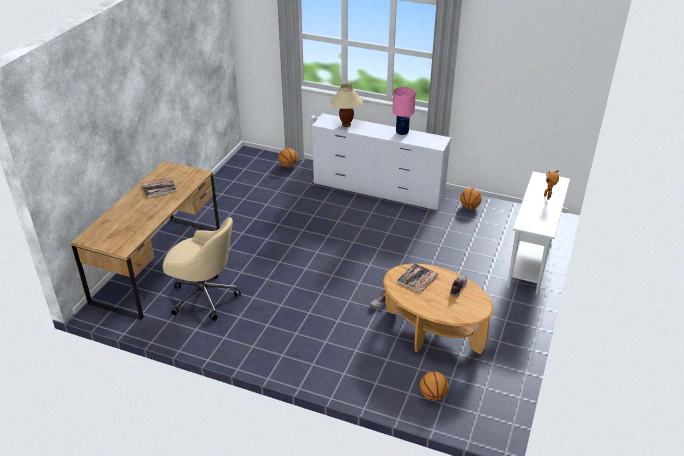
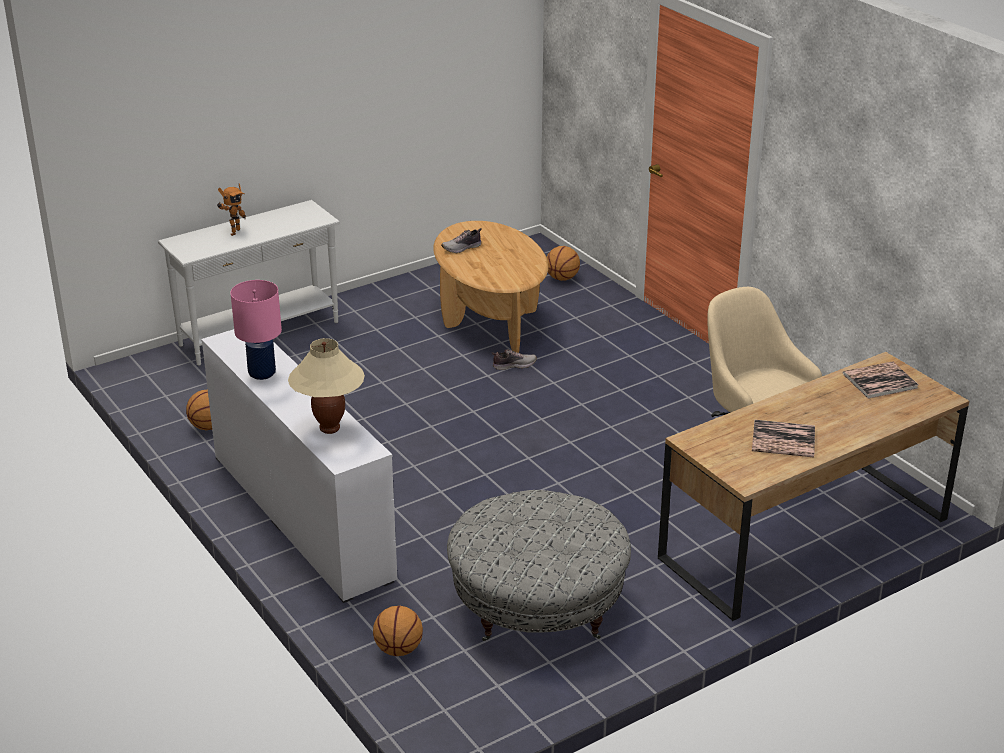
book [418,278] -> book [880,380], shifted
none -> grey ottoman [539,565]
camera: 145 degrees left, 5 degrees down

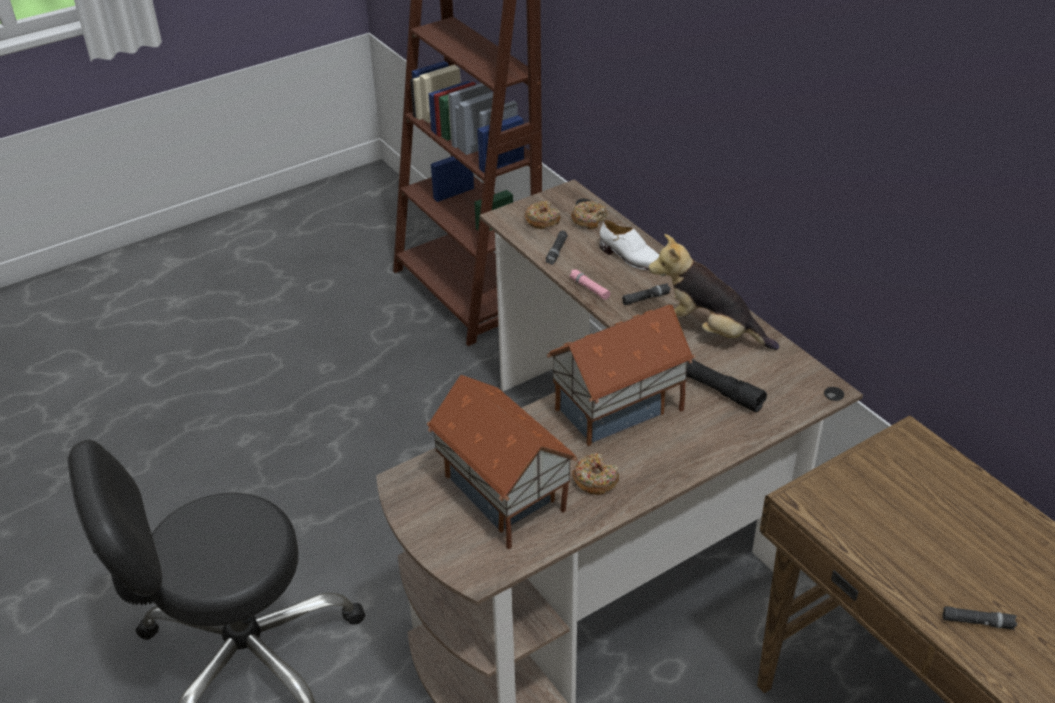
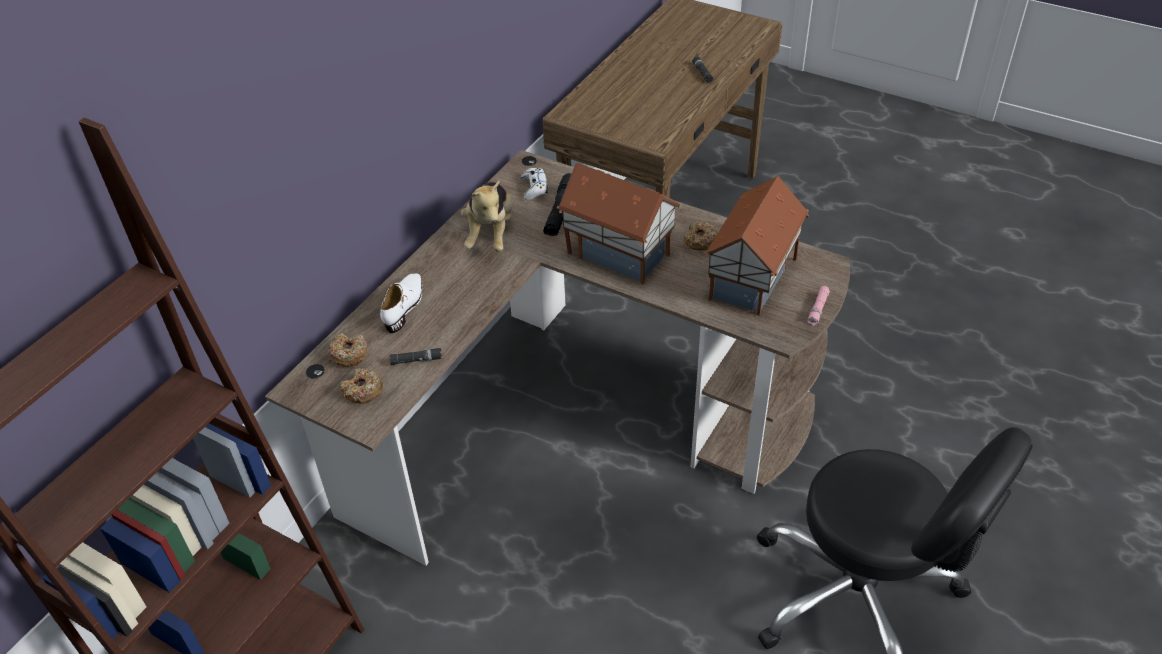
pink flashlight [589,284] -> pink flashlight [819,306], shifted
black flashlight [646,294] -> none
none -> white game controller [534,184]
camera: 115 degrees left, 5 degrees up

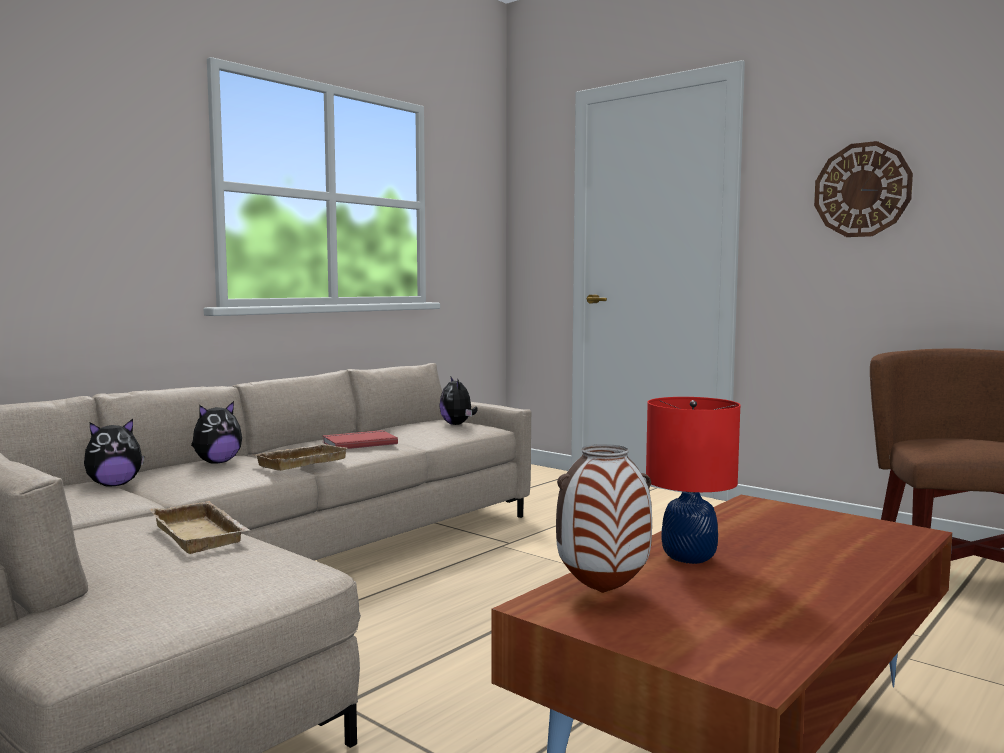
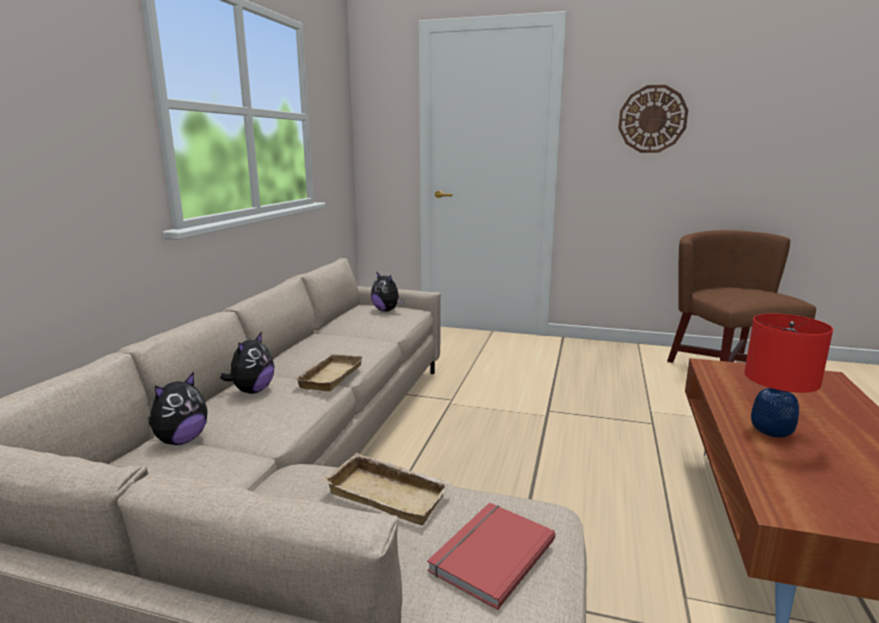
red book [360,439] -> red book [491,556], shifted
vase [604,518] -> none
camera: 25 degrees left, 10 degrees up

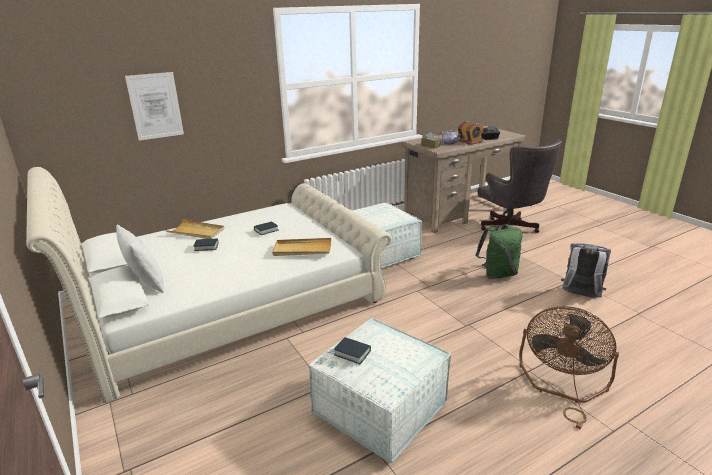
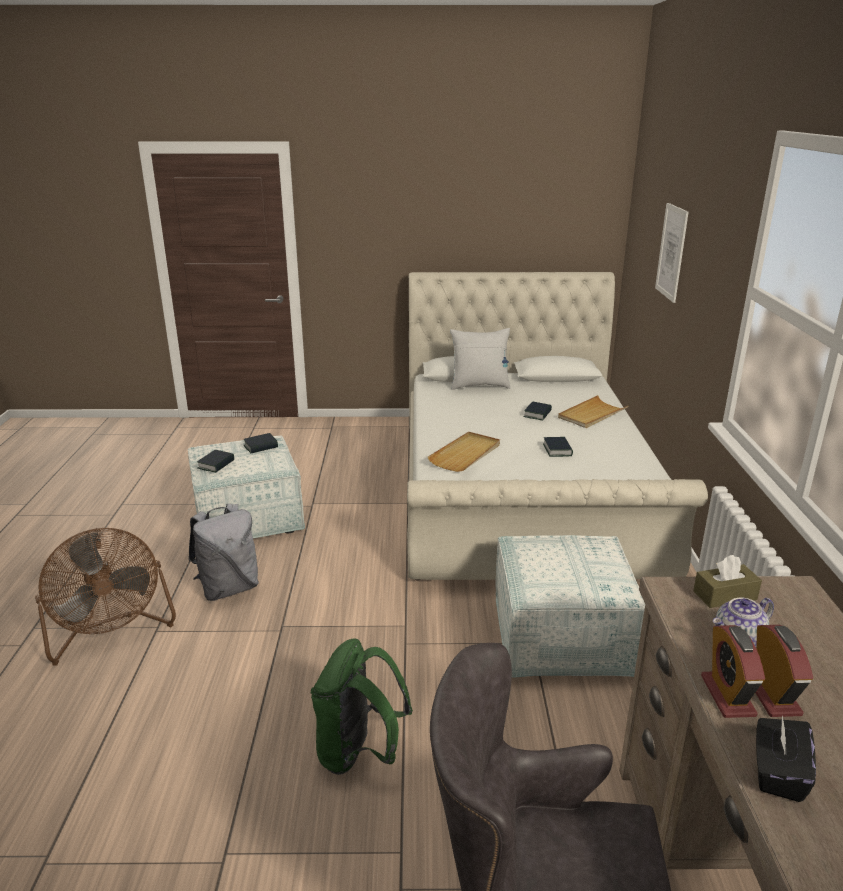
grey backpack [586,270] -> grey backpack [223,552], shifted
none -> book [215,461]
camera: 120 degrees right, 0 degrees up

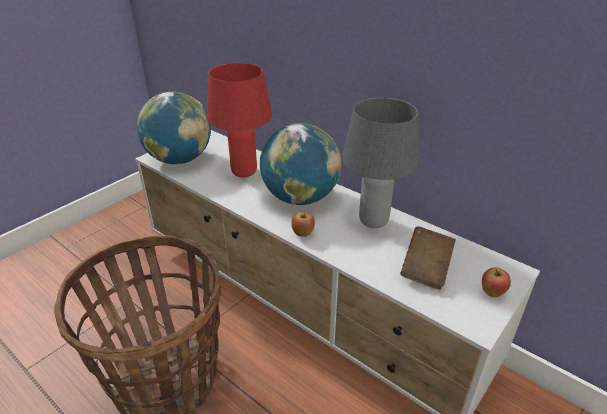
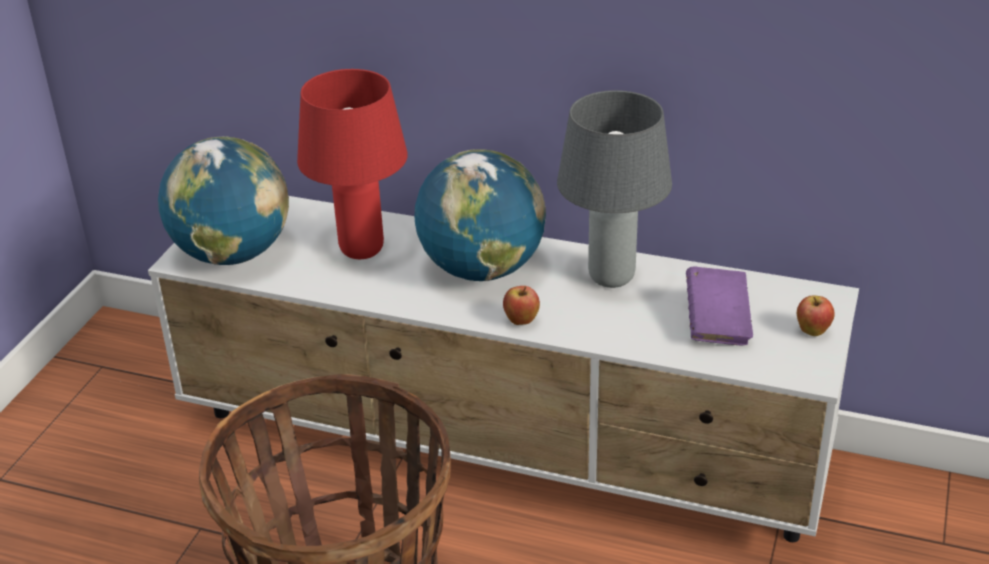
brown book [428,258] -> purple book [719,305]
camera: 20 degrees left, 0 degrees up

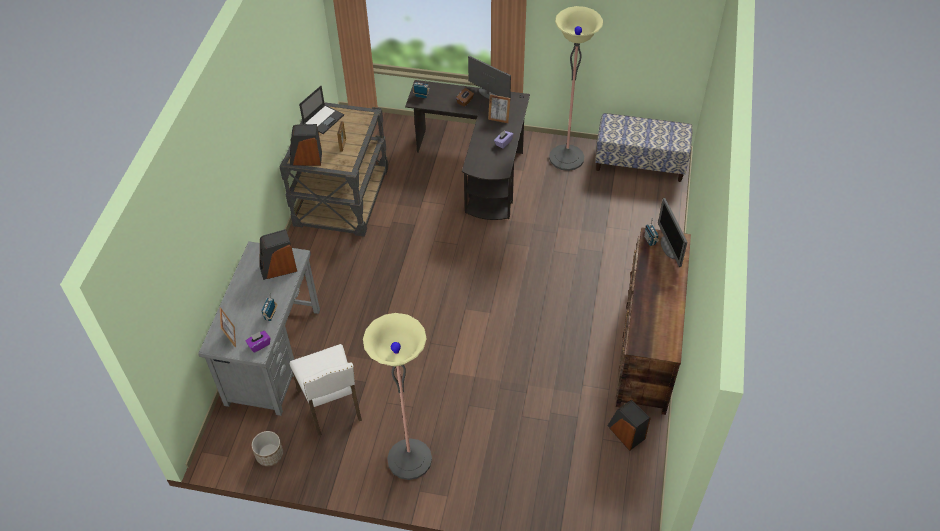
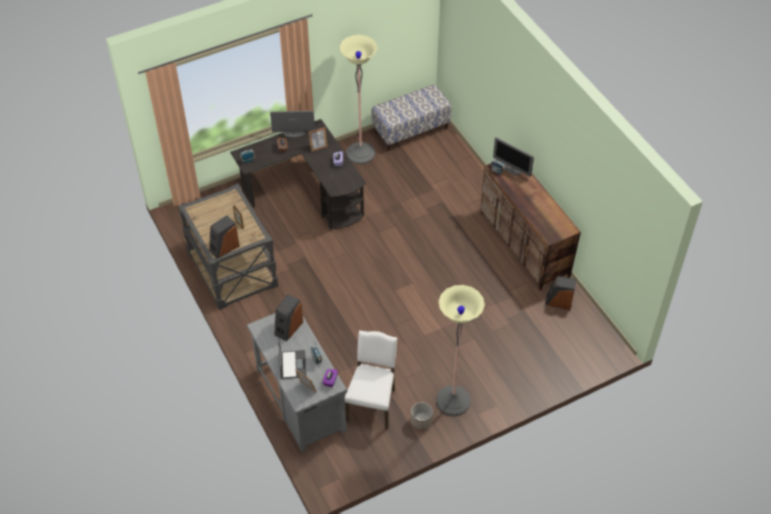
planter [267,448] -> planter [422,416], shifted
white chair [326,390] -> white chair [371,379], 105 degrees counterclockwise
laptop [321,110] -> laptop [292,359], shifted
camera: 40 degrees left, 0 degrees up

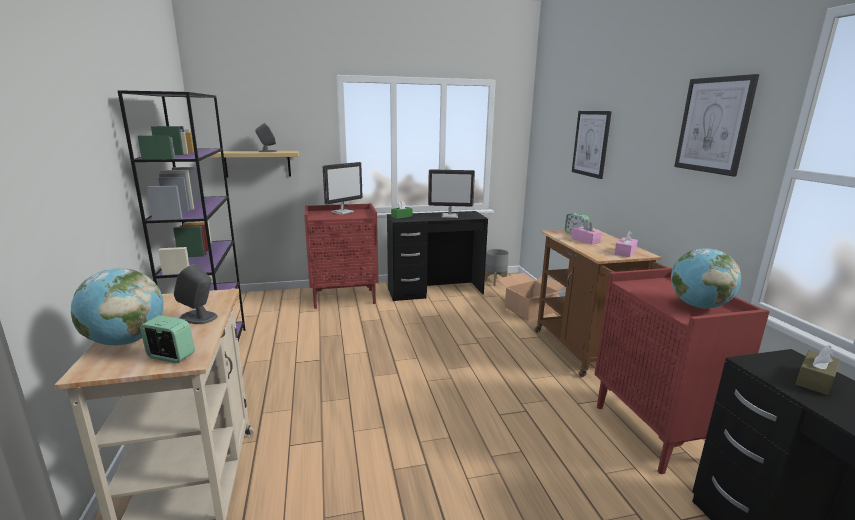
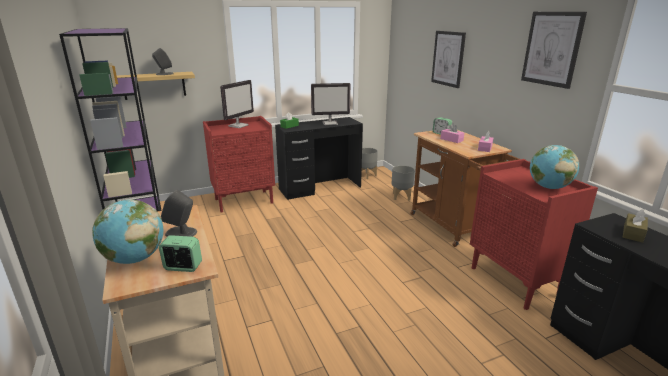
cardboard box [531,296] -> grey planter [403,183]
camera: 10 degrees left, 5 degrees up

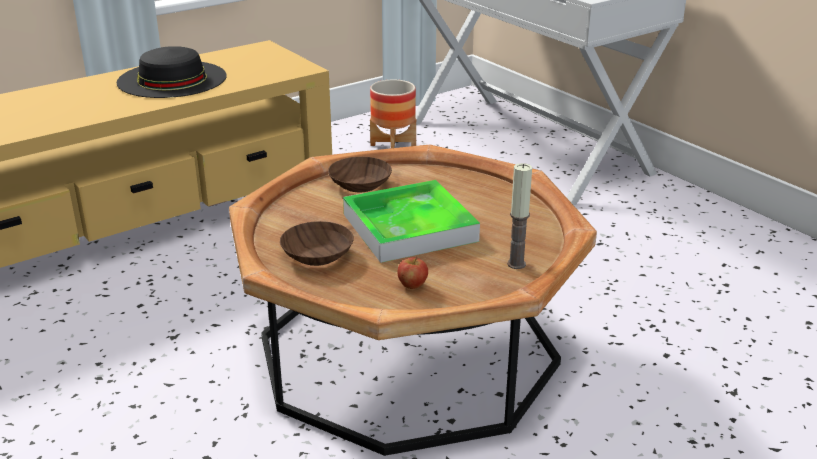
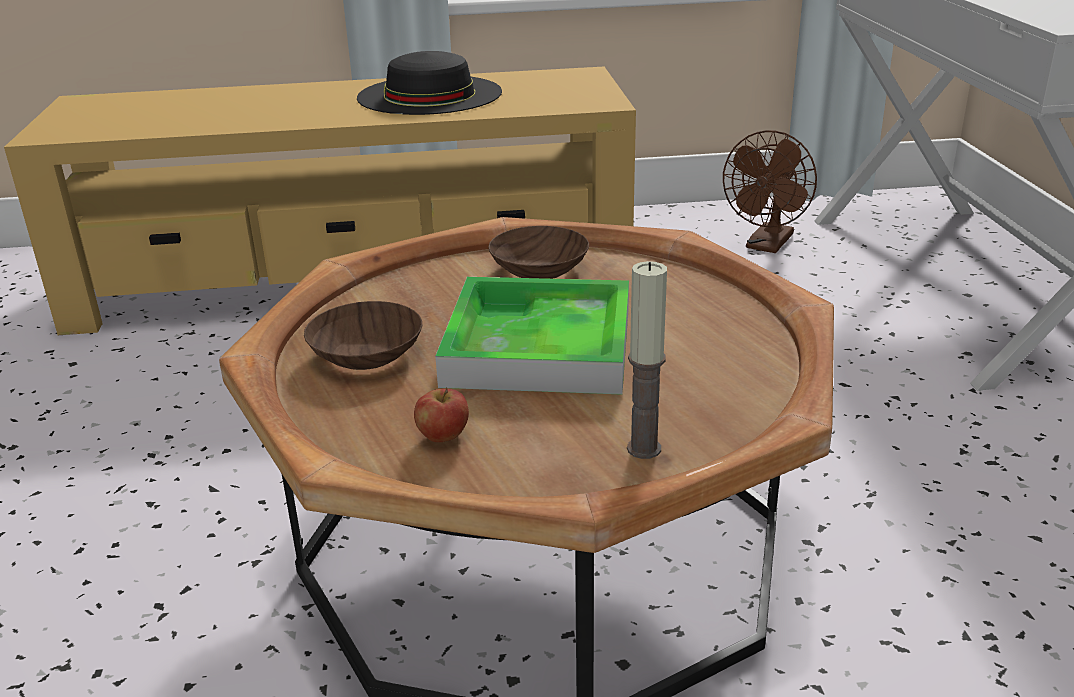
planter [393,114] -> brown fan [770,191]
camera: 30 degrees right, 0 degrees up

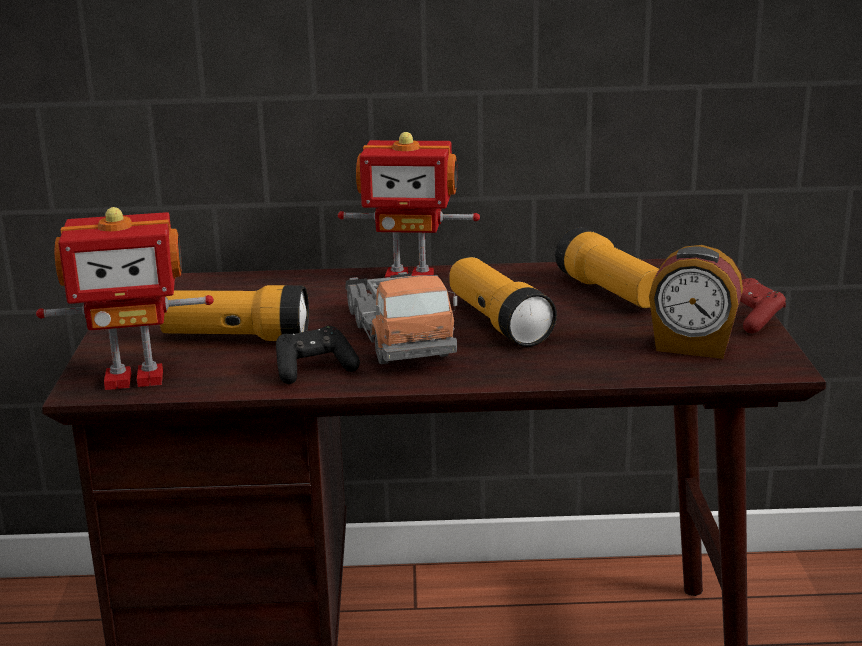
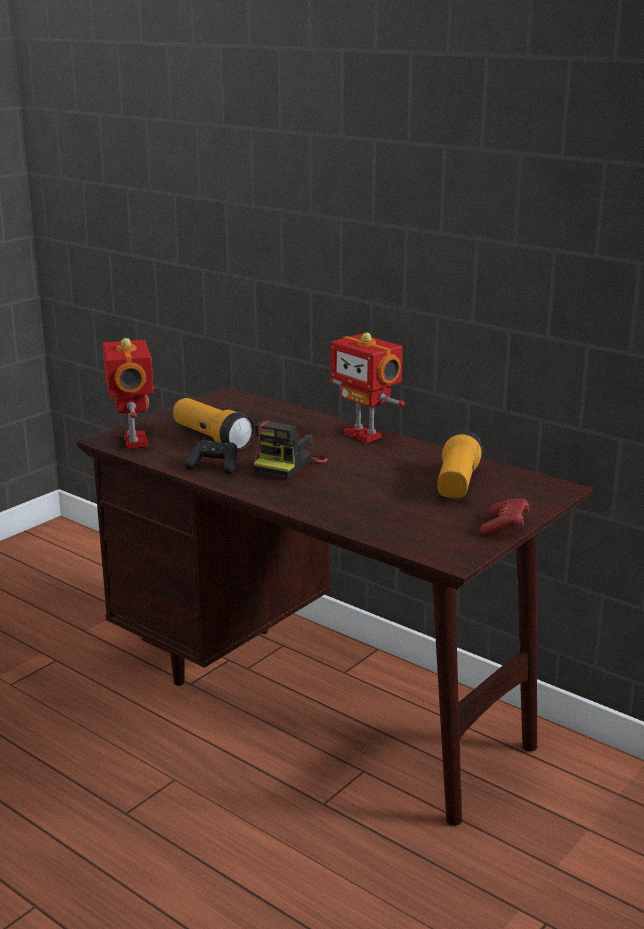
toy robot [125,298] -> toy robot [128,393], 135 degrees counterclockwise
toy truck [401,318] -> photo camera [291,450]
flashlight [503,302] -> none
alarm clock [696,302] -> none
camera: 40 degrees right, 0 degrees up

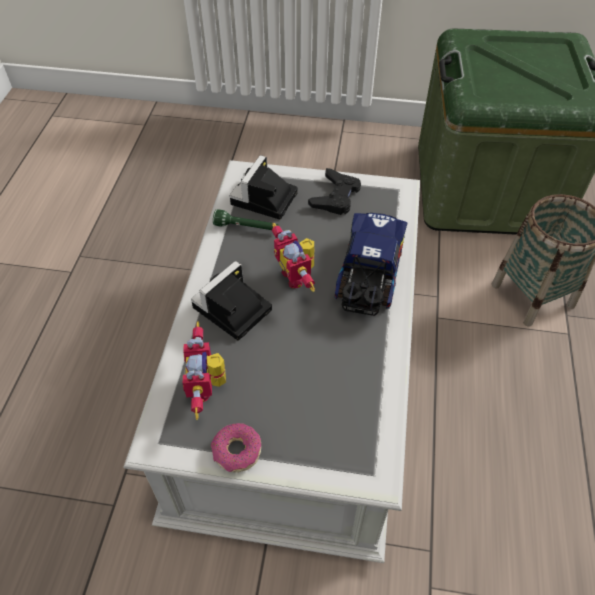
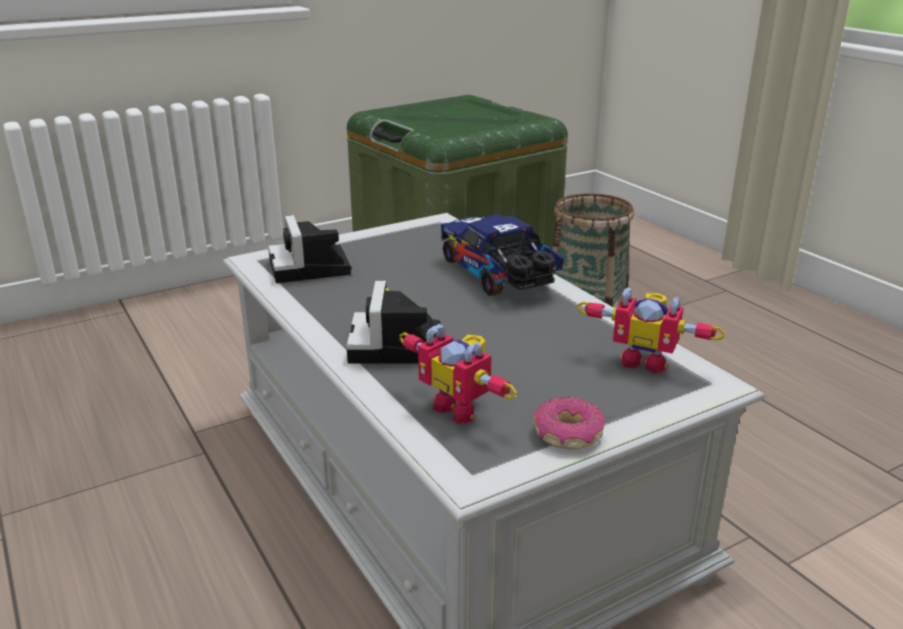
green flashlight [246,219] -> none
toy robot [293,257] -> toy robot [651,330], shifted
black game controller [334,191] -> none
camera: 40 degrees left, 25 degrees down

